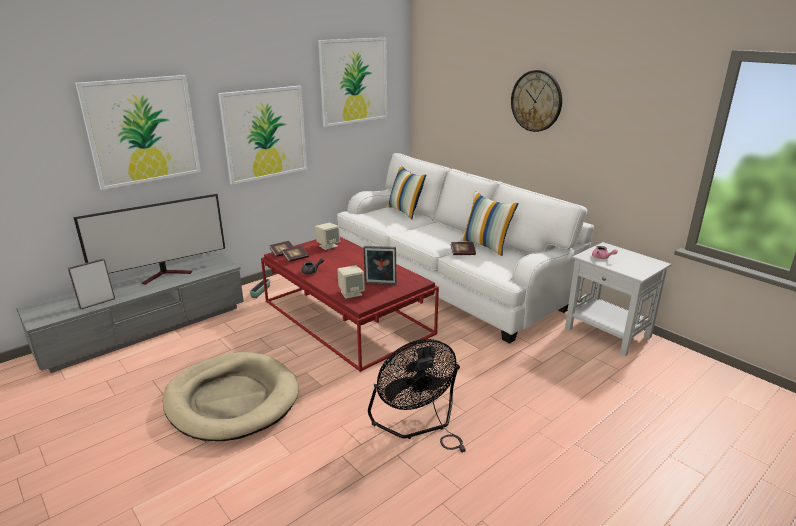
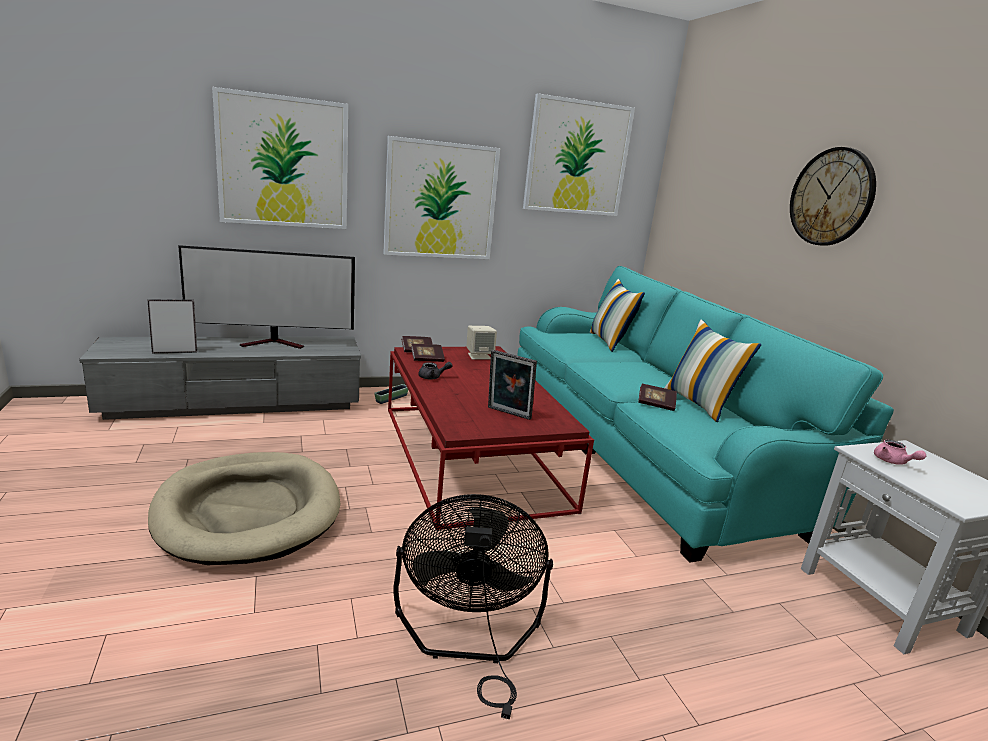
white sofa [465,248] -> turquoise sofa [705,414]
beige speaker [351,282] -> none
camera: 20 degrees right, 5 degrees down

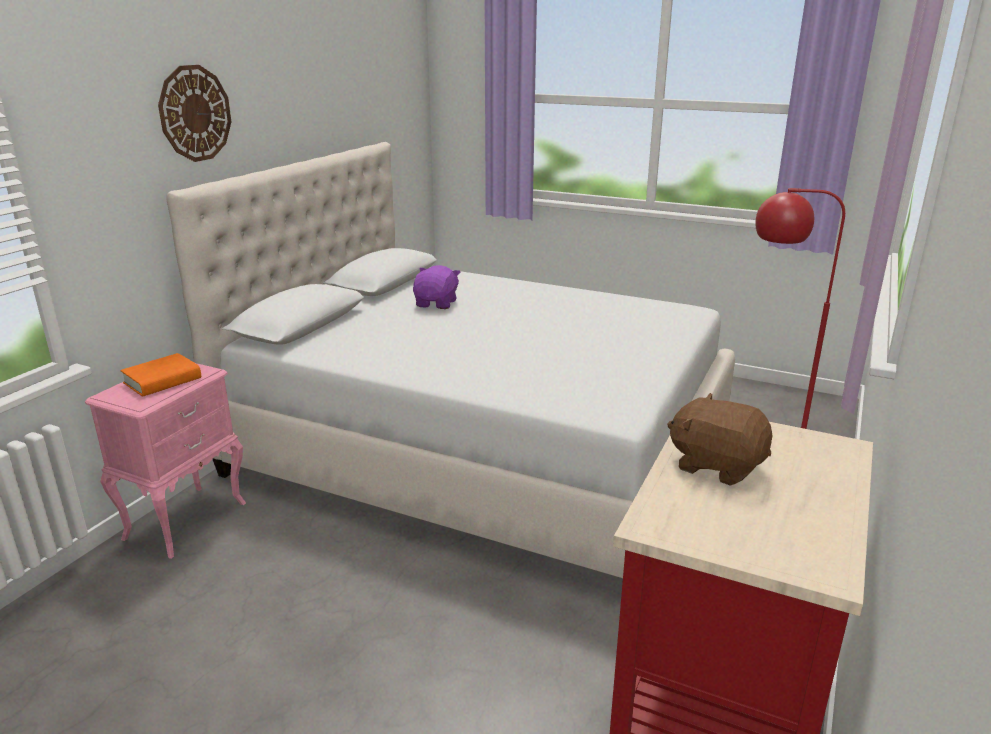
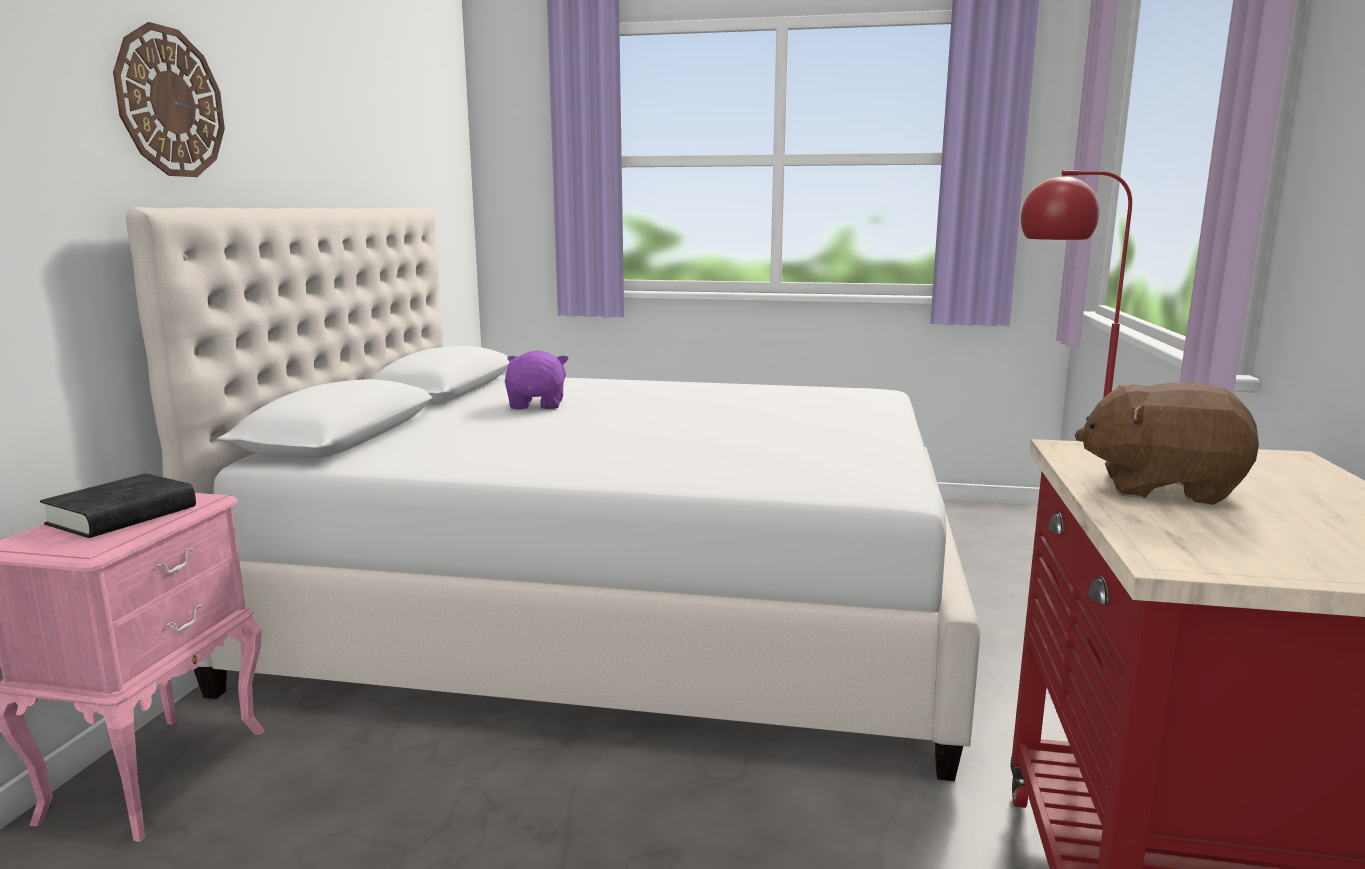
orange book [160,375] -> black book [118,505]
camera: 15 degrees left, 10 degrees down

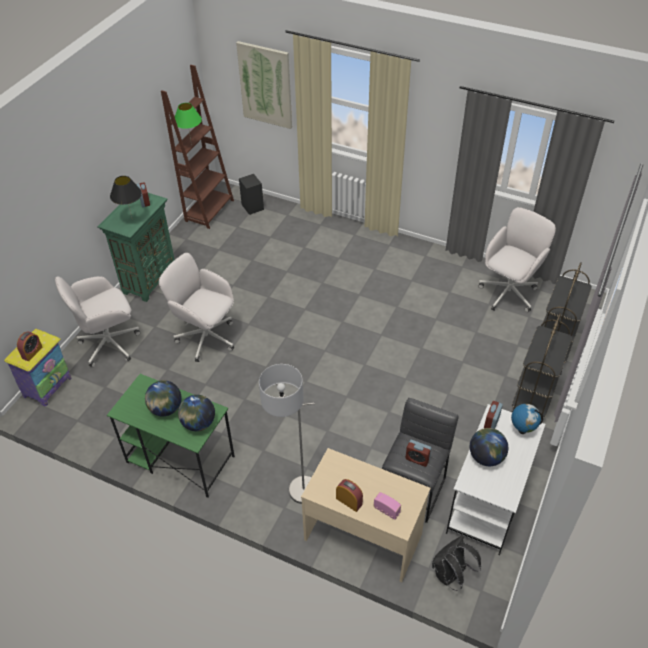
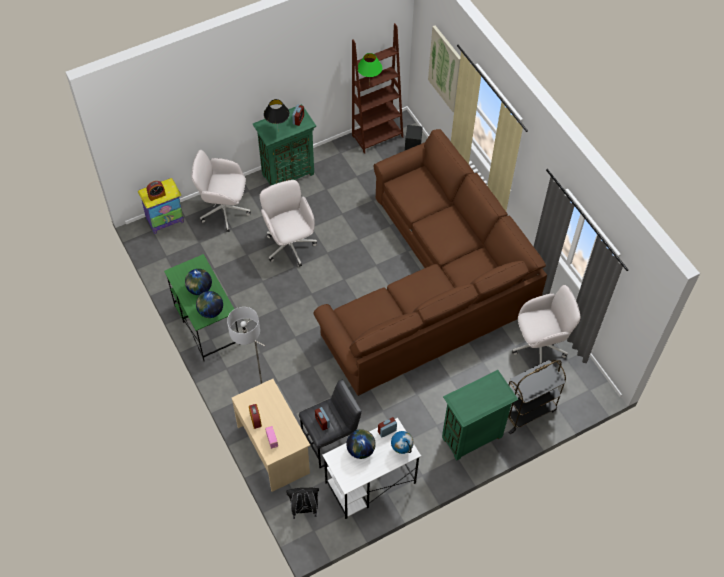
black cart [542,366] -> green cabinet [480,415]
none -> brown sofa [430,262]
camera: 35 degrees right, 10 degrees up

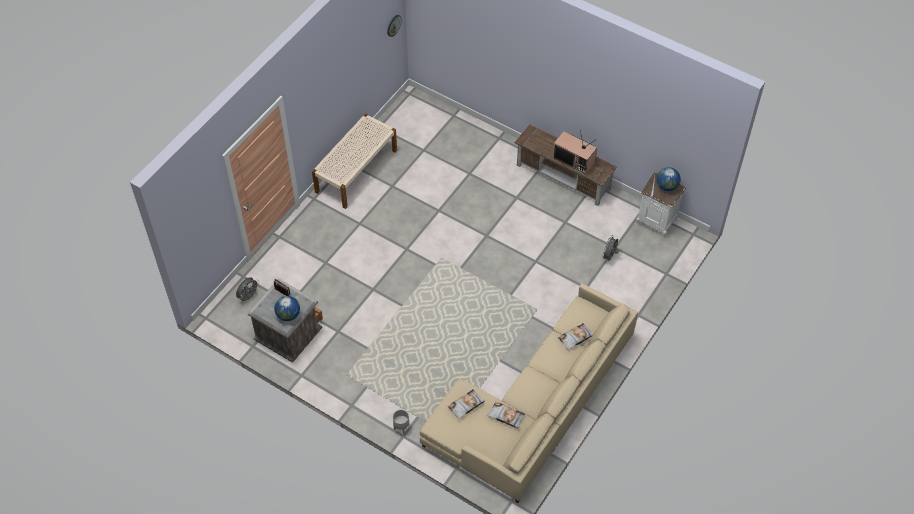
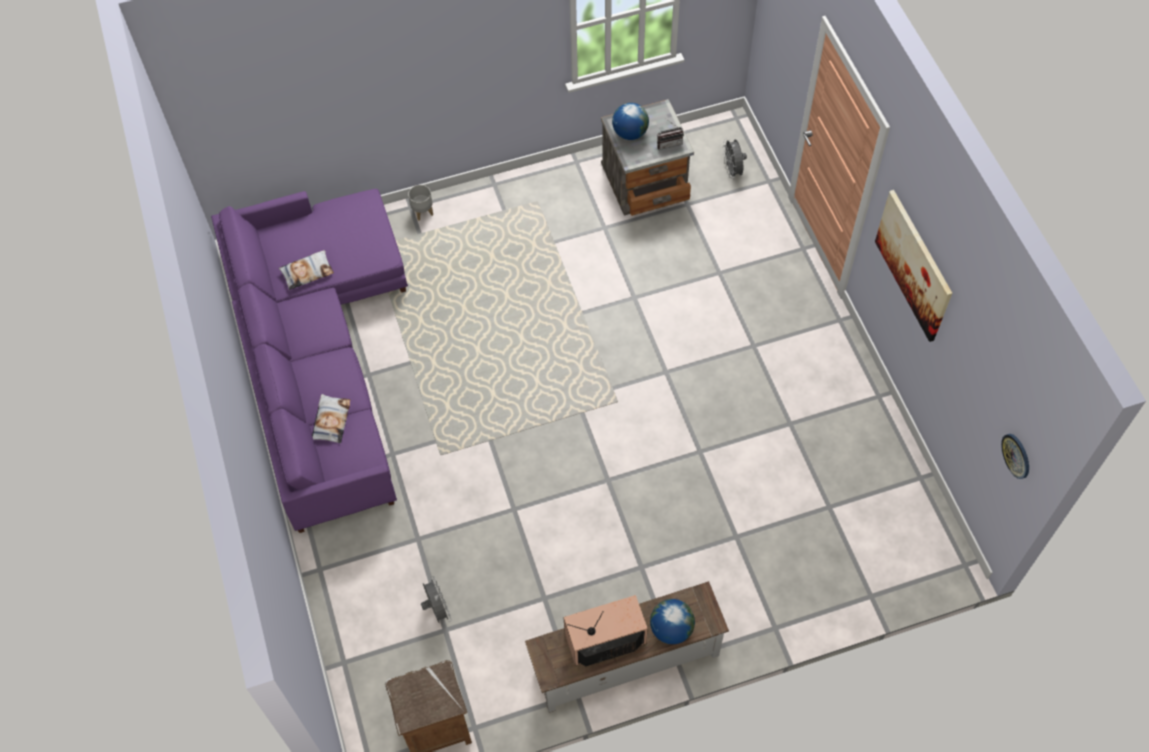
beige bench [354,161] -> none
beige sofa [528,393] -> purple sofa [309,361]
pillow [466,404] -> none
globe [668,179] -> globe [672,621], shifted
none -> picture [913,266]
camera: 130 degrees right, 5 degrees up

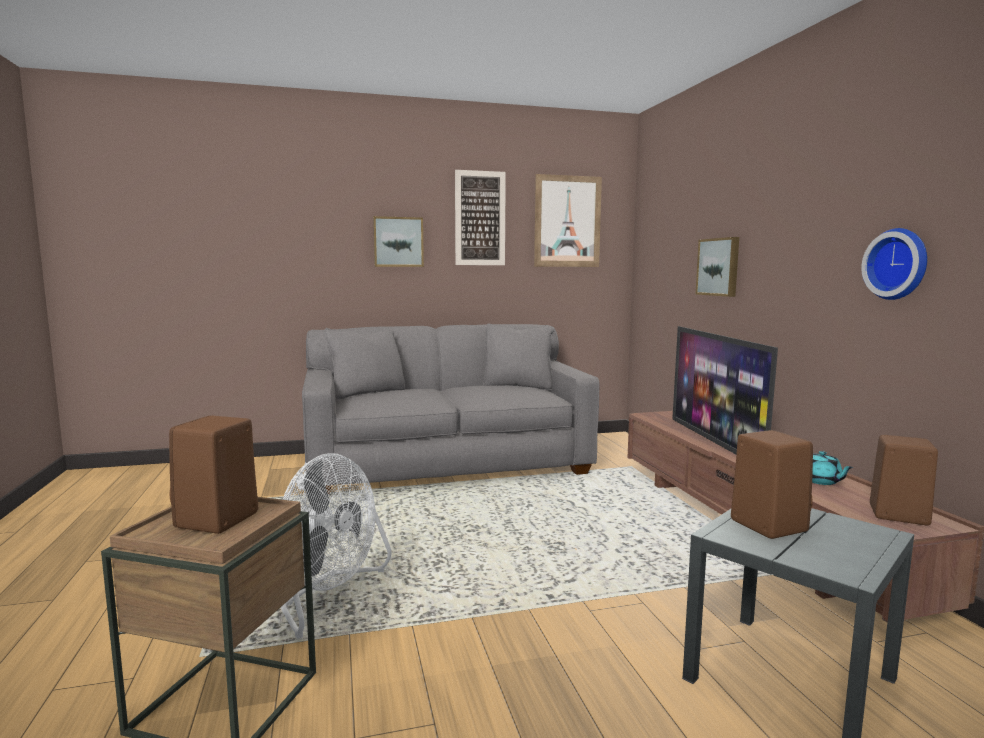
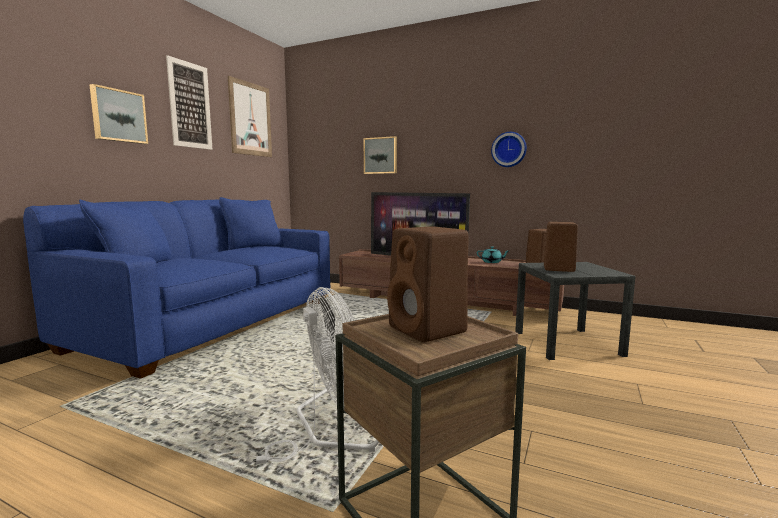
grey sofa [450,408] -> blue sofa [176,288]
camera: 50 degrees left, 0 degrees up

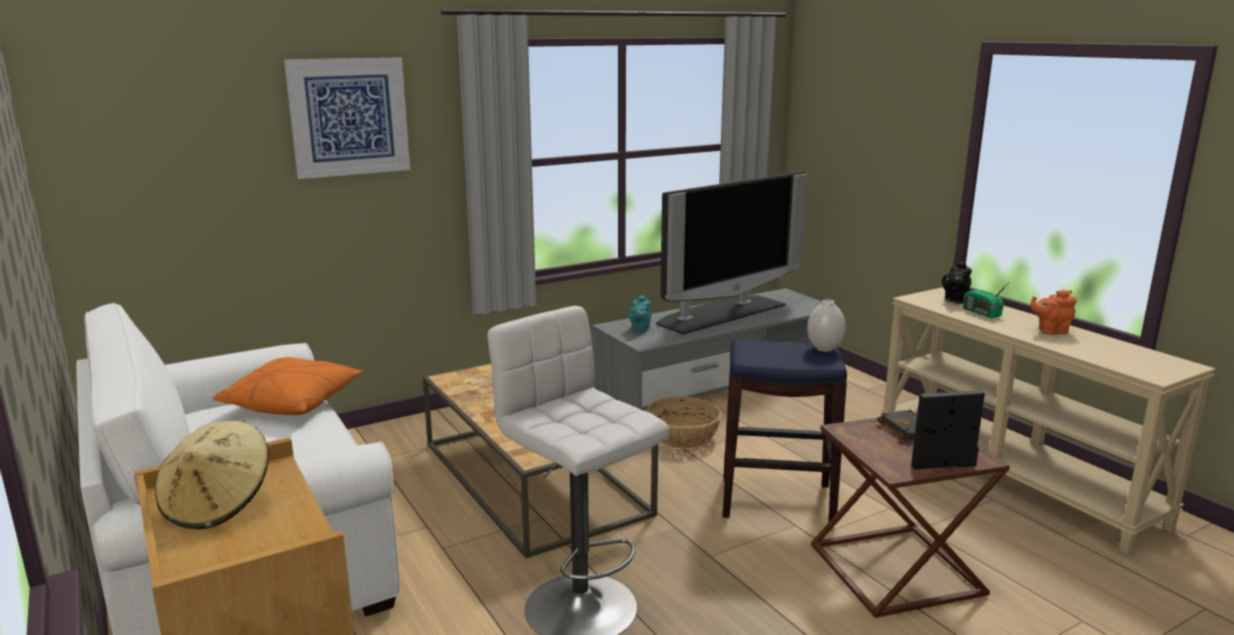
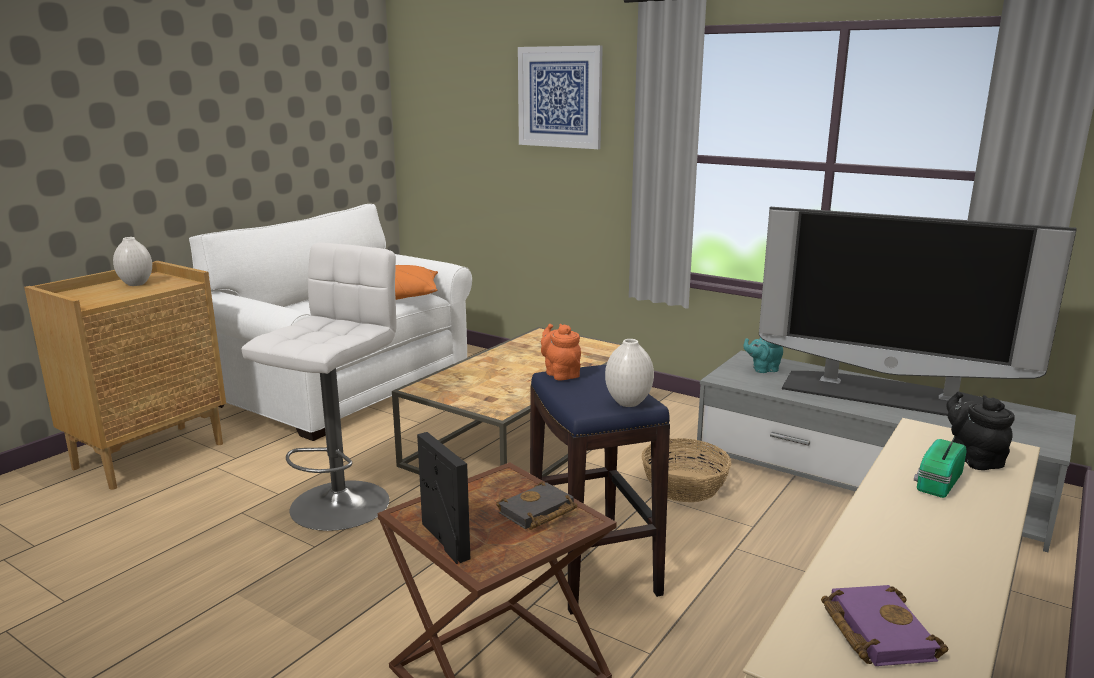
beige hat [212,474] -> white vase [132,261]
black teapot [957,282] -> black teapot [981,430], 60 degrees clockwise
orange teapot [1053,312] -> orange teapot [561,352], shifted
none -> purple book [884,625]
camera: 65 degrees right, 0 degrees up

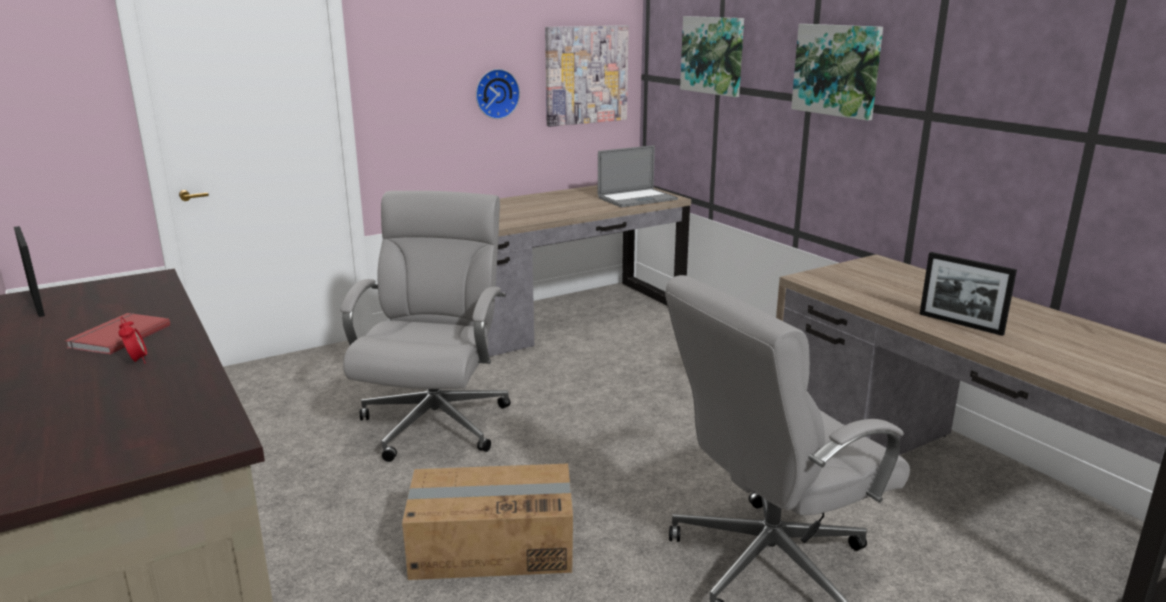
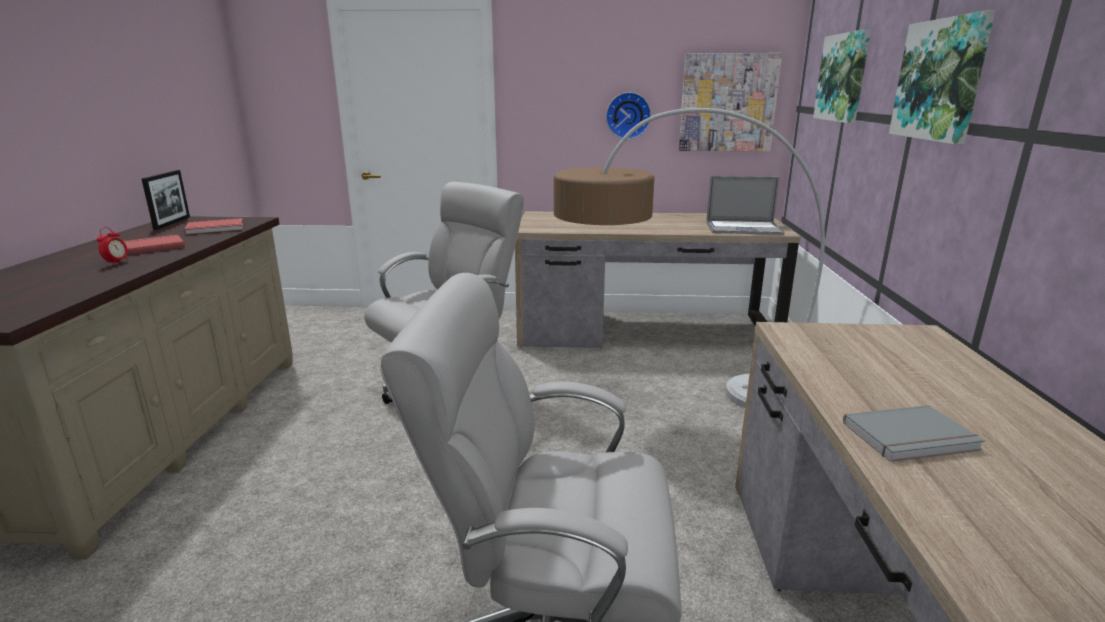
cardboard box [487,522] -> none
picture frame [968,294] -> grey book [914,433]
none -> red book [213,226]
none -> floor lamp [689,258]
camera: 35 degrees right, 0 degrees up

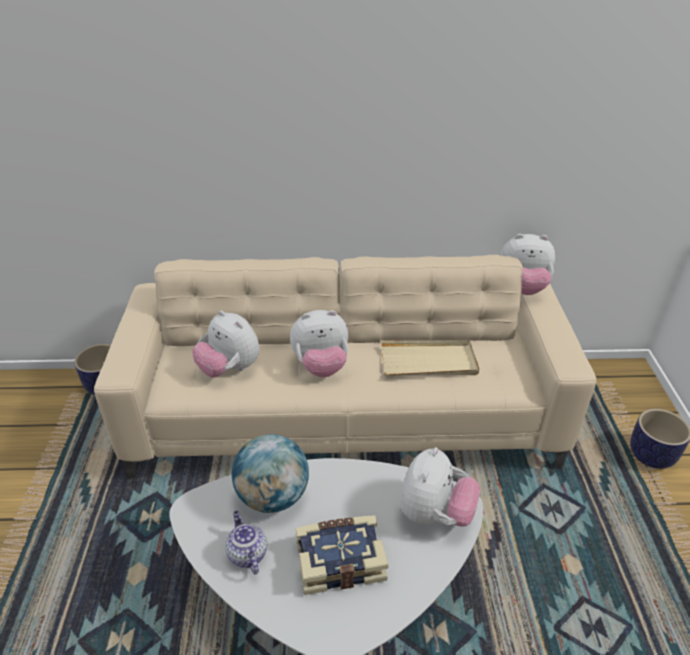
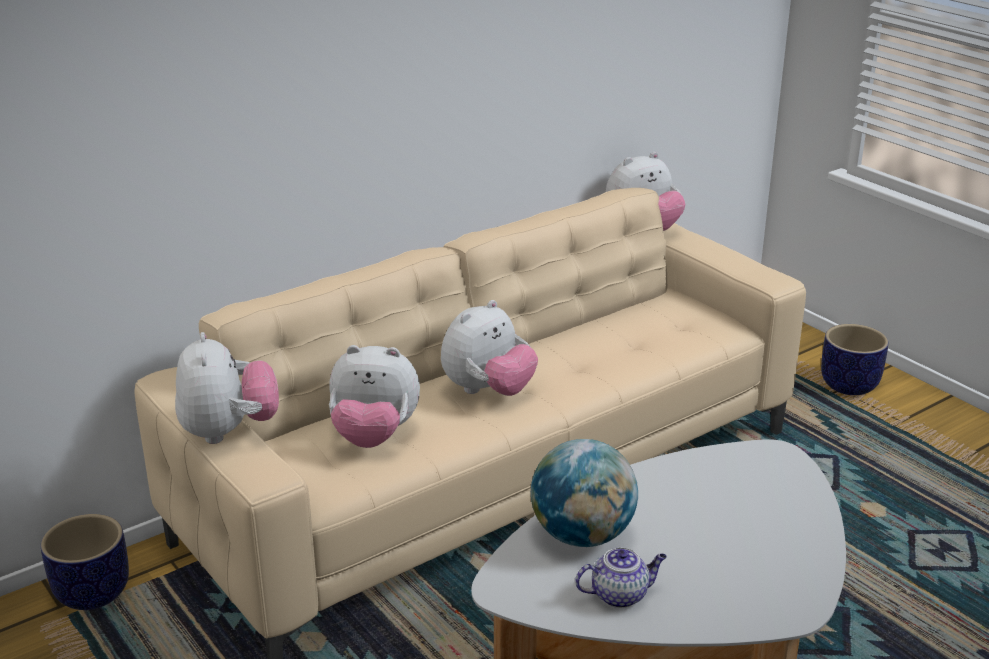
teapot [246,542] -> teapot [621,578], 135 degrees clockwise
book [342,555] -> none
beige tray [430,358] -> none
plush toy [440,487] -> plush toy [227,388], shifted
camera: 35 degrees left, 10 degrees down

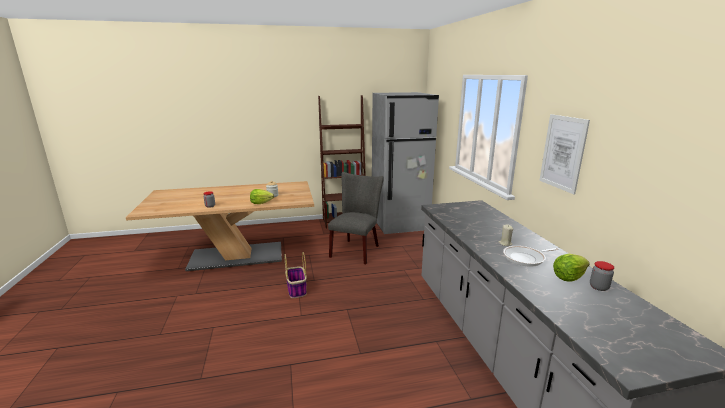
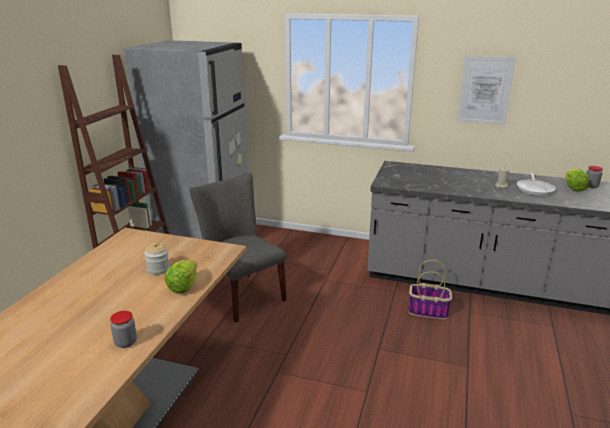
basket [295,275] -> basket [430,289], shifted
camera: 60 degrees left, 5 degrees up

